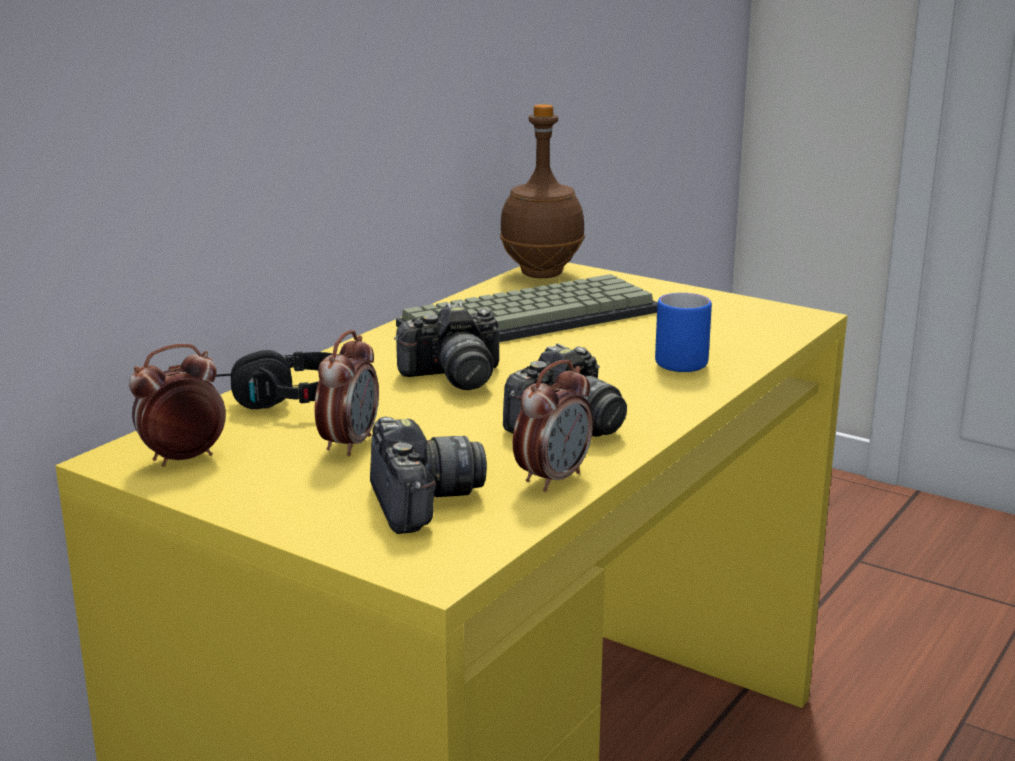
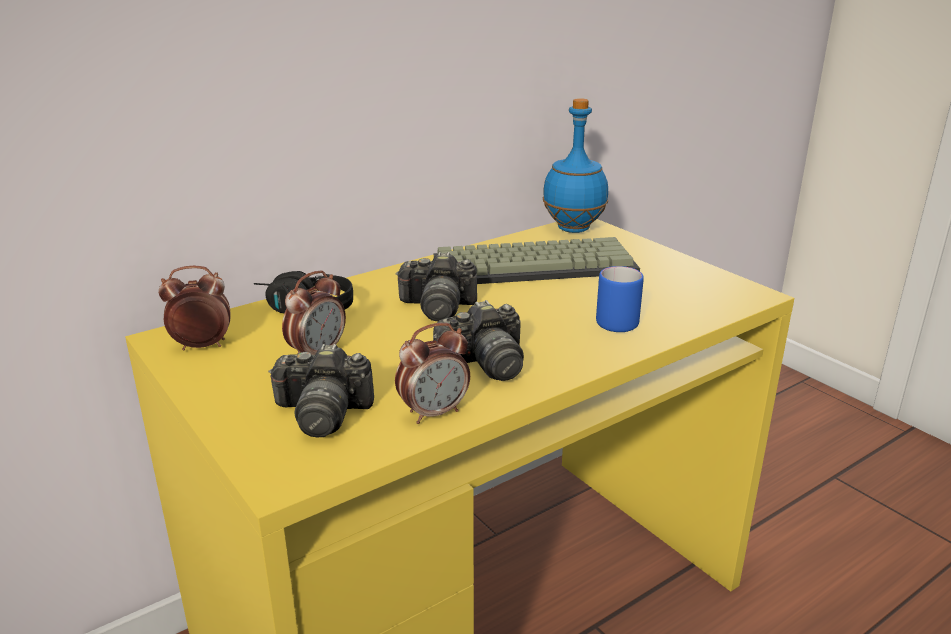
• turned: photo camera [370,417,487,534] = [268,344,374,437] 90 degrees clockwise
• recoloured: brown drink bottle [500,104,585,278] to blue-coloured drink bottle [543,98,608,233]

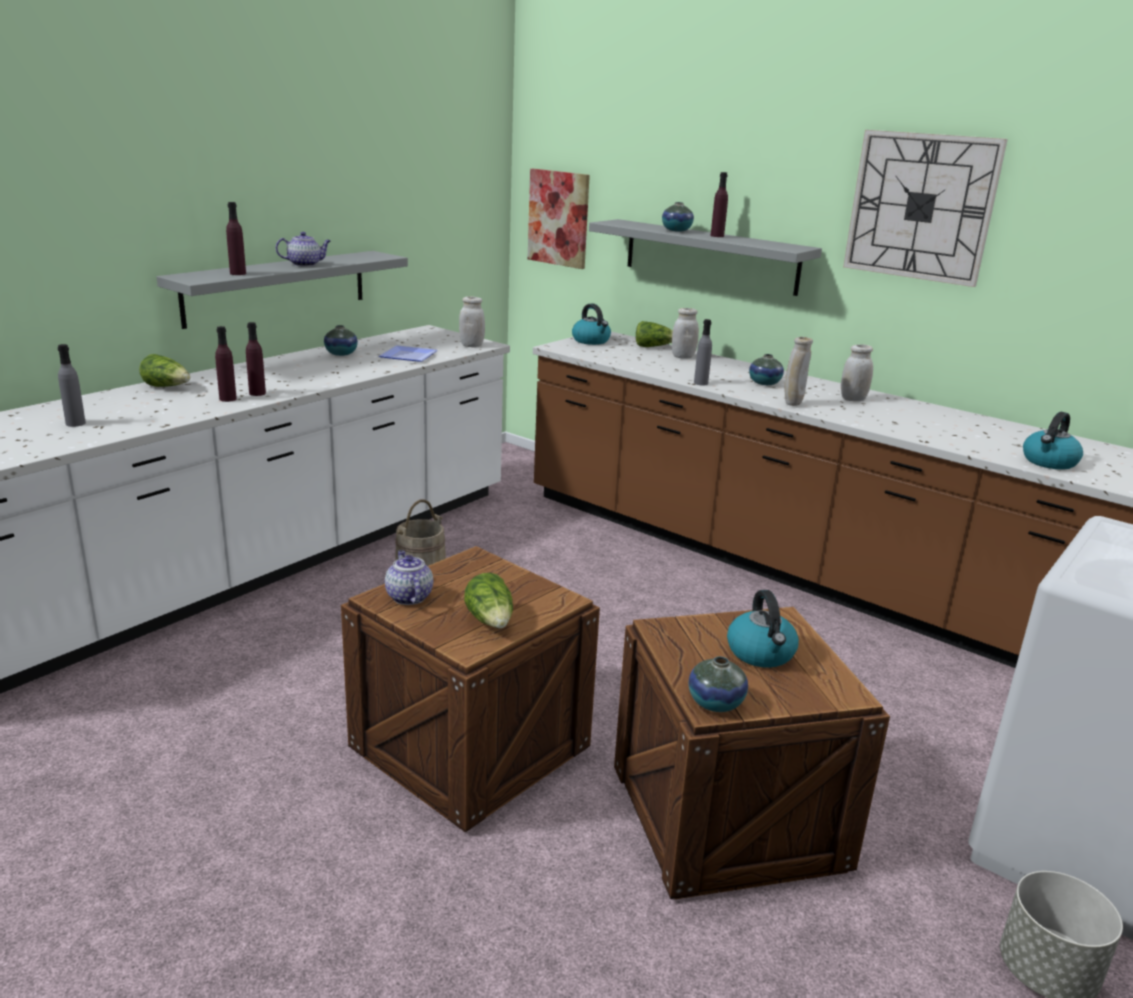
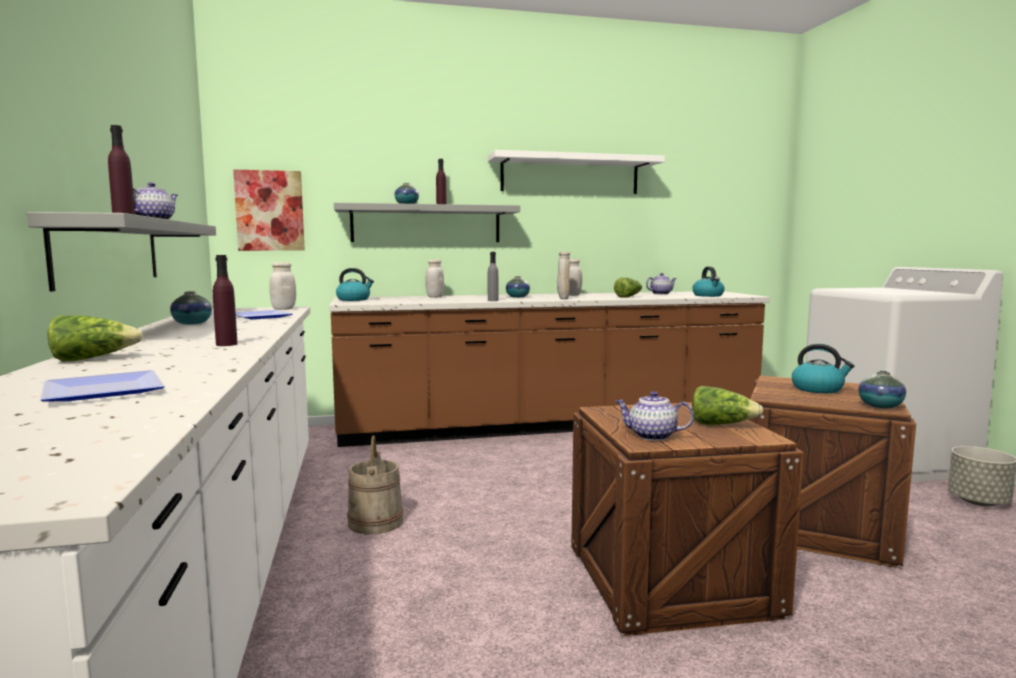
• replaced: greyish drink bottle [58,344,86,427] to flat dish [40,370,165,401]
• replaced: clock on the wall [843,130,1008,287] to whitish wall shelf [488,150,665,194]
• moved: head of lettuce [636,321,673,347] to [614,278,642,298]
• added: tea pot [646,273,677,295]
• removed: purple-coloured drink bottle [215,326,237,402]

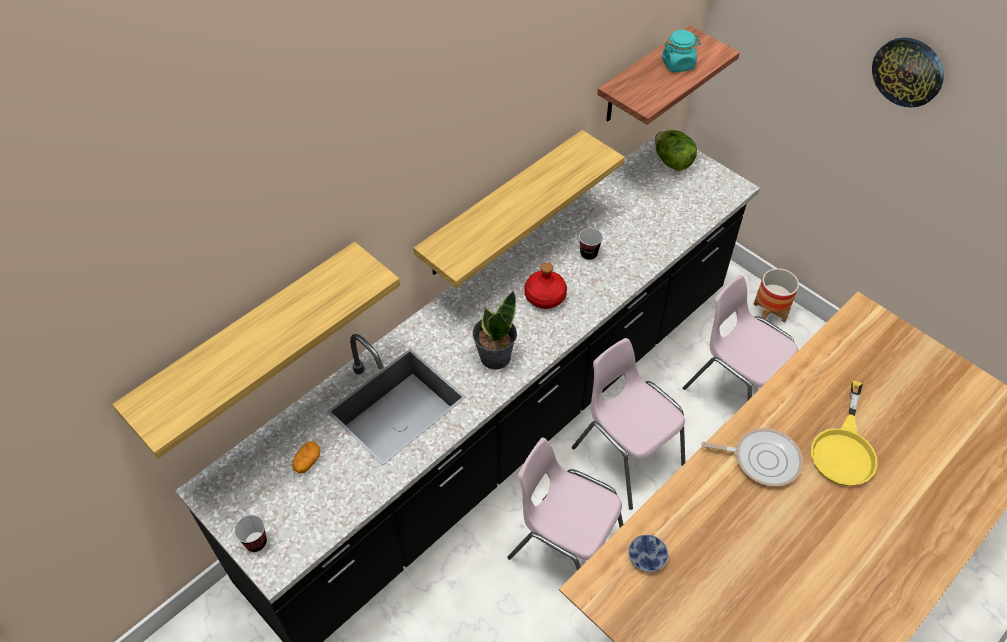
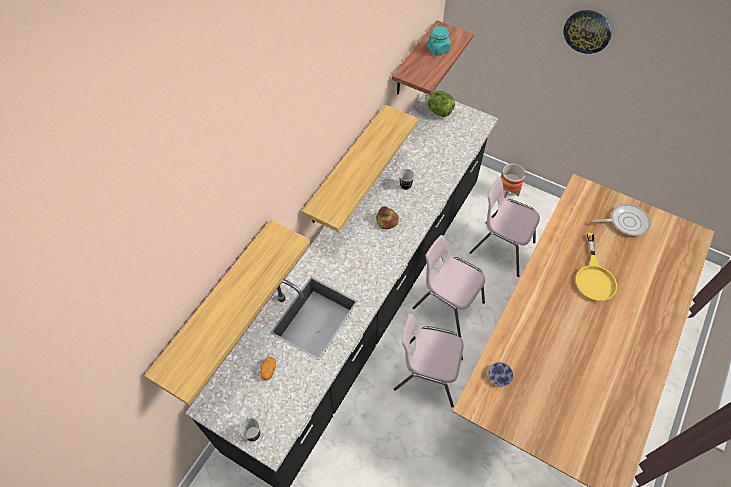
• replaced: reddish drink bottle [524,263,567,309] to bread [376,206,399,229]
• moved: skillet [701,428,803,486] to [592,204,651,236]
• removed: potted plant [472,291,517,370]

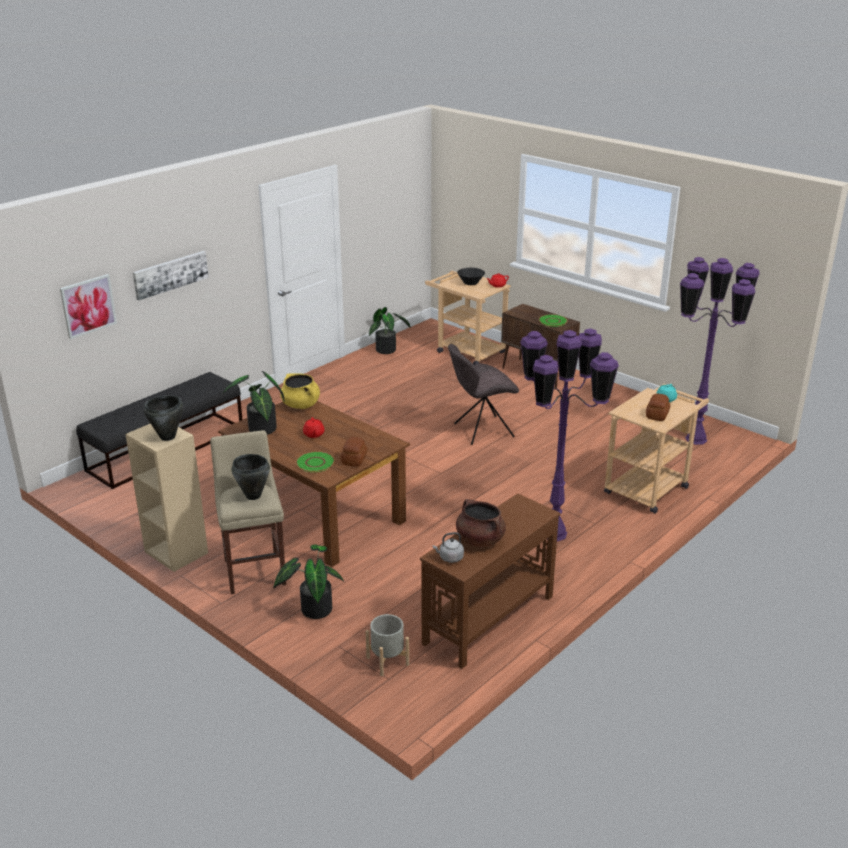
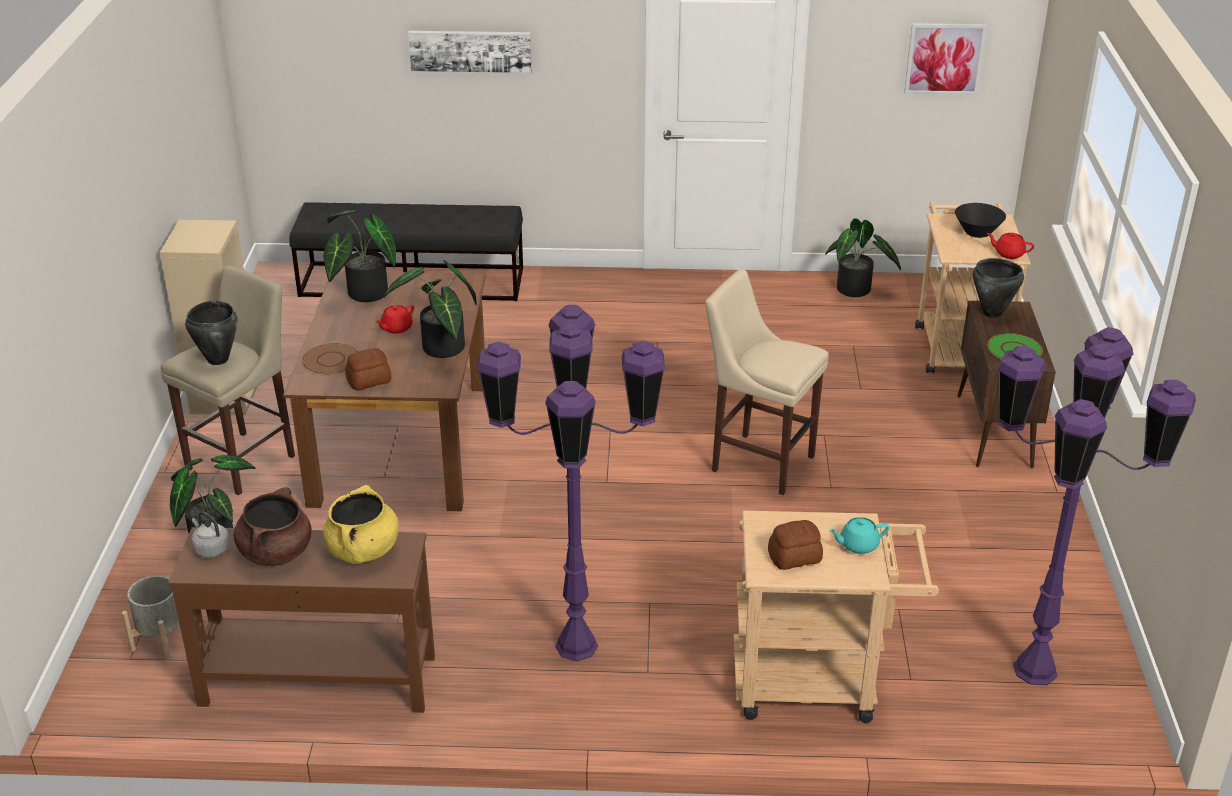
• recoloured: green flat dish [296,451,335,472] to brown flat dish [302,343,358,374]
• moved: yellowish saucepot [280,373,320,409] to [323,485,399,564]
• added: potted plant [384,260,477,358]
• replaced: greyish plain chair [448,344,519,445] to sand-coloured stool [705,269,829,495]
• moved: wall art [60,274,117,339] to [904,23,987,95]
• moved: black-coloured saucepot [144,396,183,441] to [973,258,1024,318]

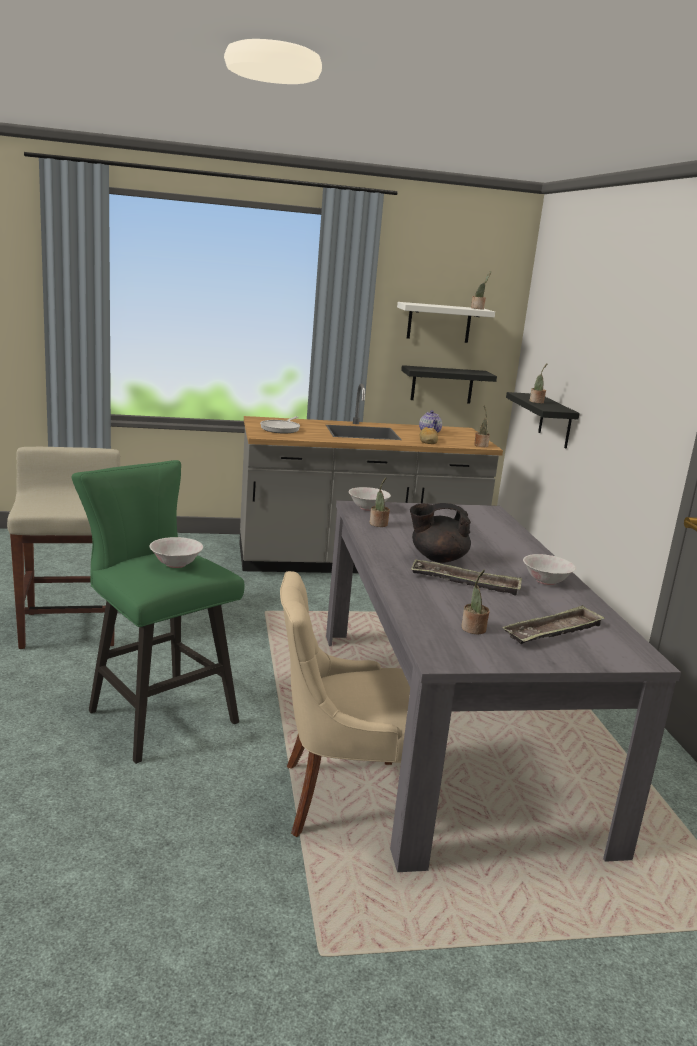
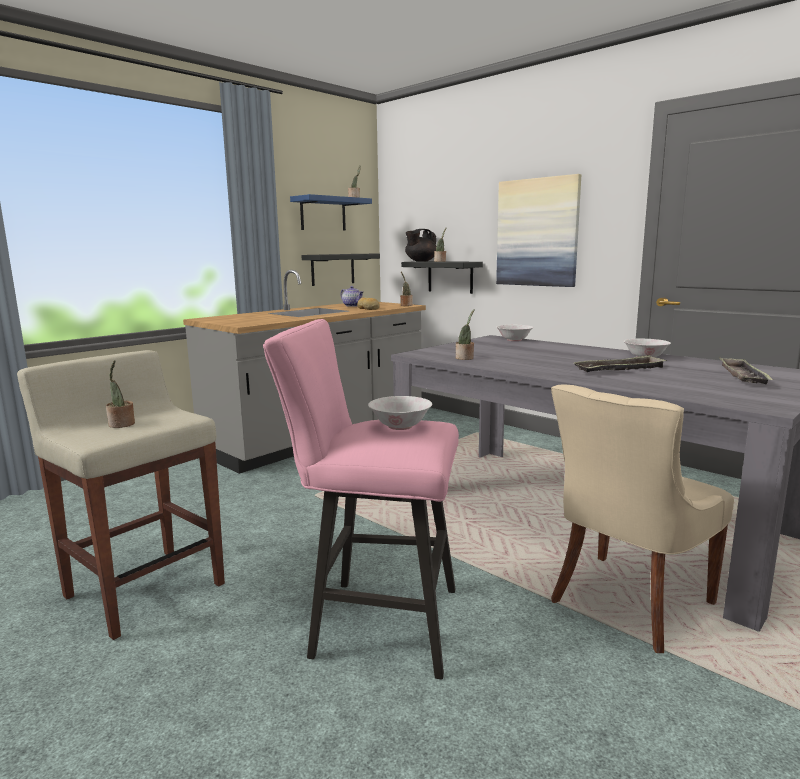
• moved: potted plant [461,570,490,634] to [106,360,135,428]
• recoloured: green stool [72,460,245,764] to pink stool [263,319,459,679]
• recoloured: whitish wall shelf [397,302,495,343] to blue-coloured wall shelf [290,194,372,231]
• moved: black-coloured tea pot [410,503,471,563] to [405,229,436,261]
• added: wall art [496,174,581,287]
• moved: whitish deep dish [348,487,391,511] to [497,325,533,341]
• removed: skillet [260,416,300,433]

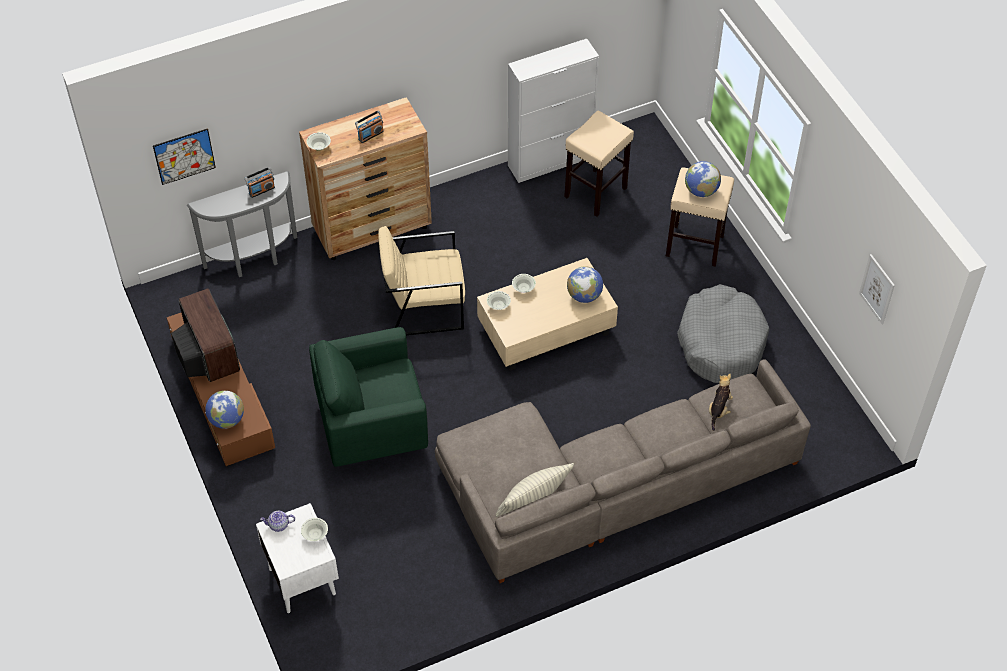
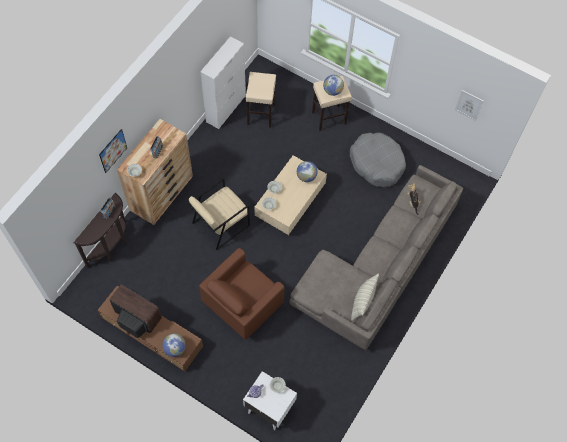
• recoloured: greyish console table [186,171,297,277] to brown console table [74,193,126,268]
• moved: wall art [153,128,216,185] to [99,129,127,173]
• recoloured: green lounge chair [309,327,428,467] to brown lounge chair [199,248,284,340]

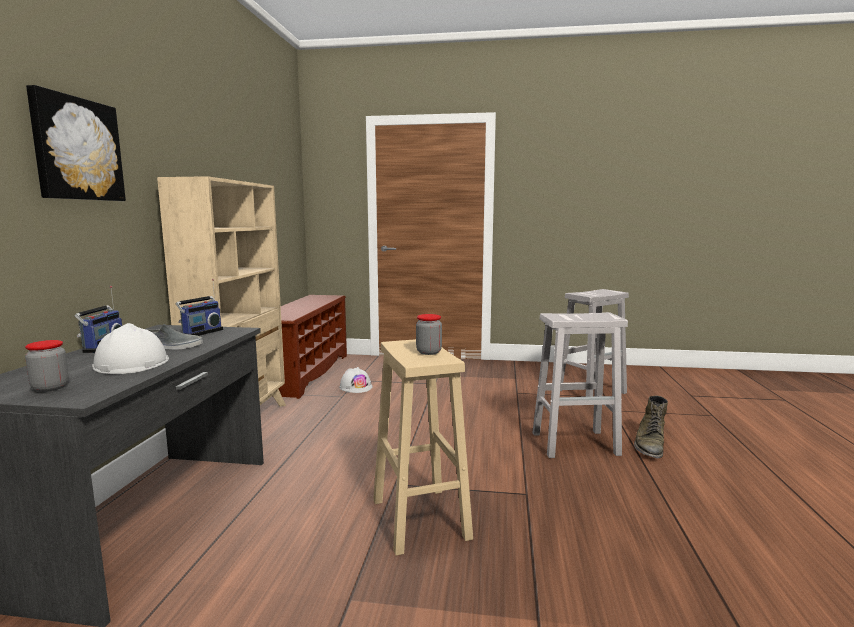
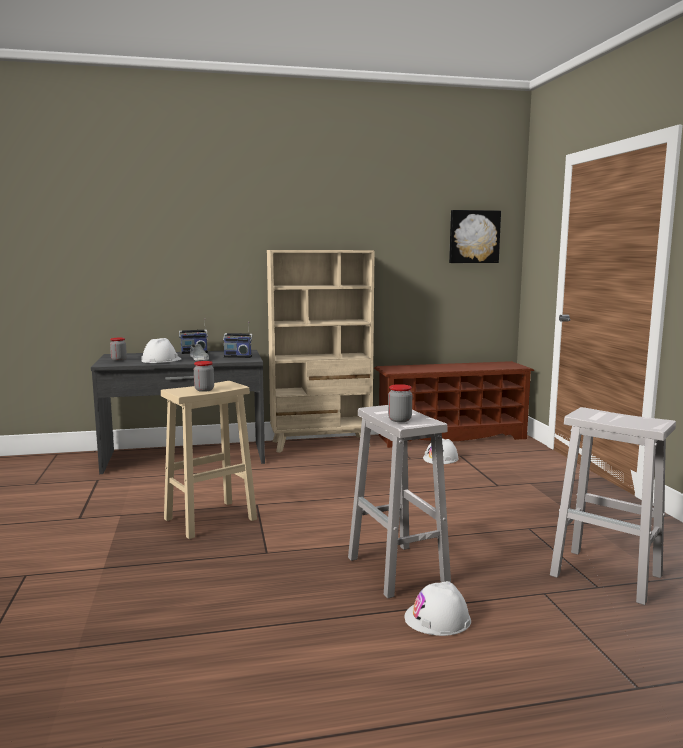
• added: jar [388,384,412,422]
• replaced: green tall boot [634,396,668,459] to whitish hard hat [404,581,471,636]
• moved: wall art [26,85,126,201] to [449,210,501,263]

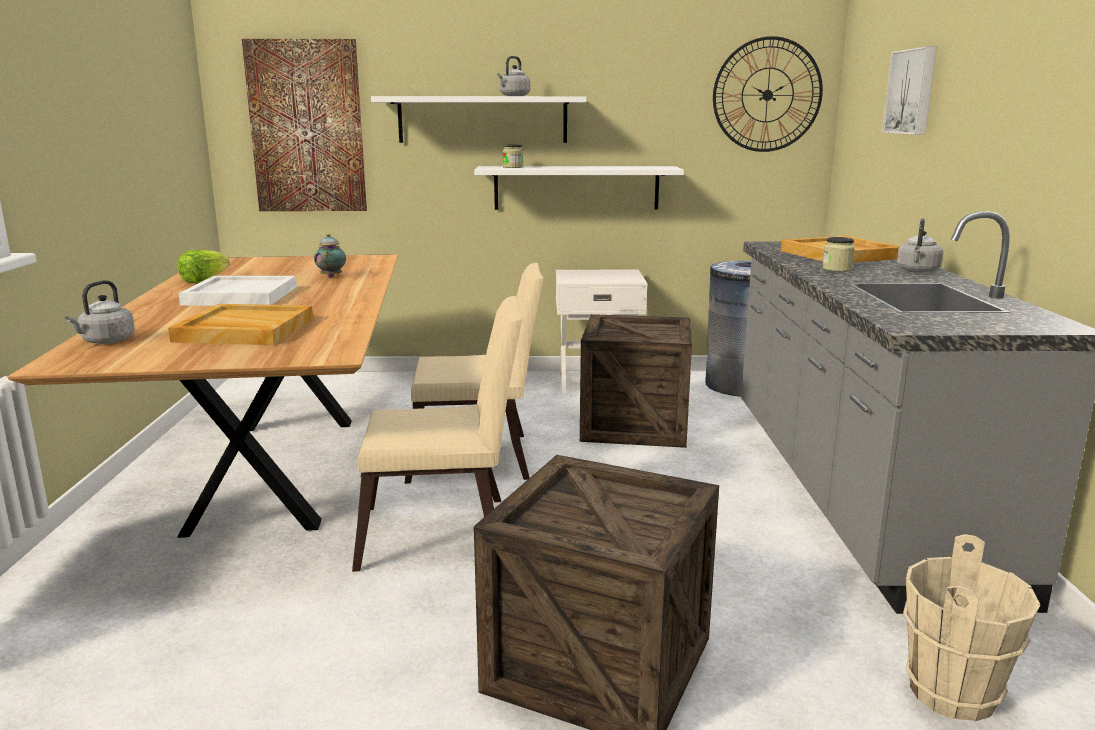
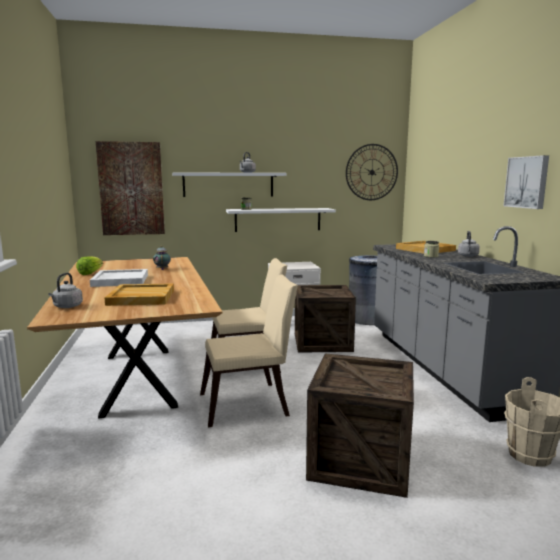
• moved: wall art [882,46,937,135] to [504,155,549,209]

